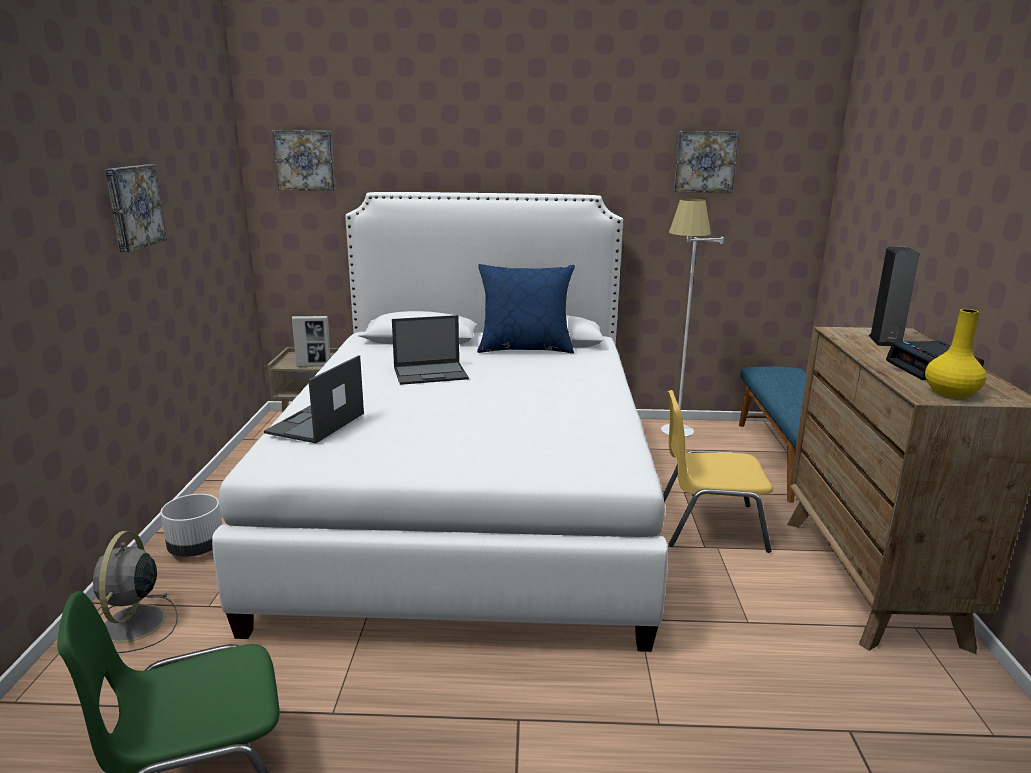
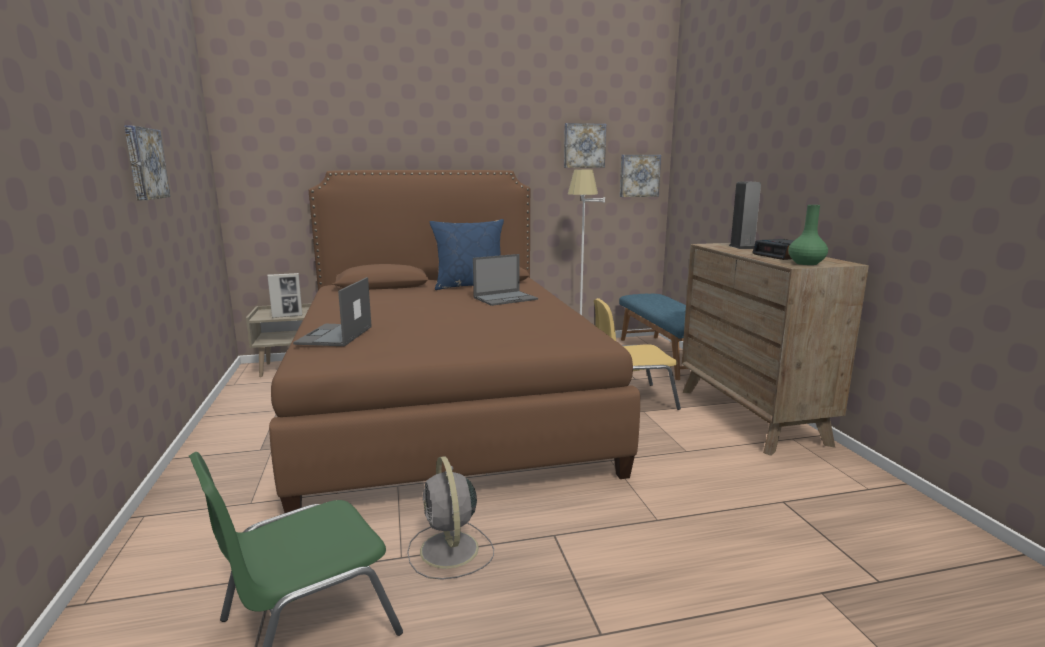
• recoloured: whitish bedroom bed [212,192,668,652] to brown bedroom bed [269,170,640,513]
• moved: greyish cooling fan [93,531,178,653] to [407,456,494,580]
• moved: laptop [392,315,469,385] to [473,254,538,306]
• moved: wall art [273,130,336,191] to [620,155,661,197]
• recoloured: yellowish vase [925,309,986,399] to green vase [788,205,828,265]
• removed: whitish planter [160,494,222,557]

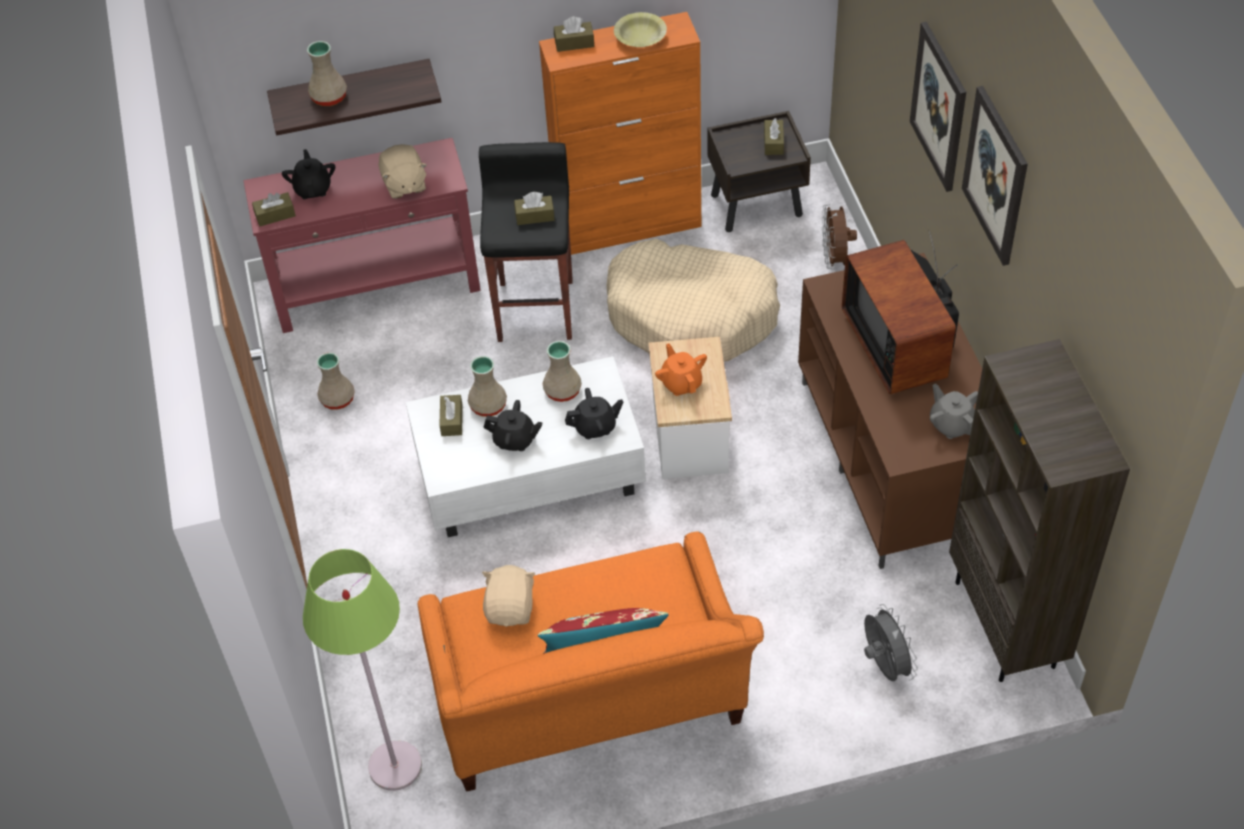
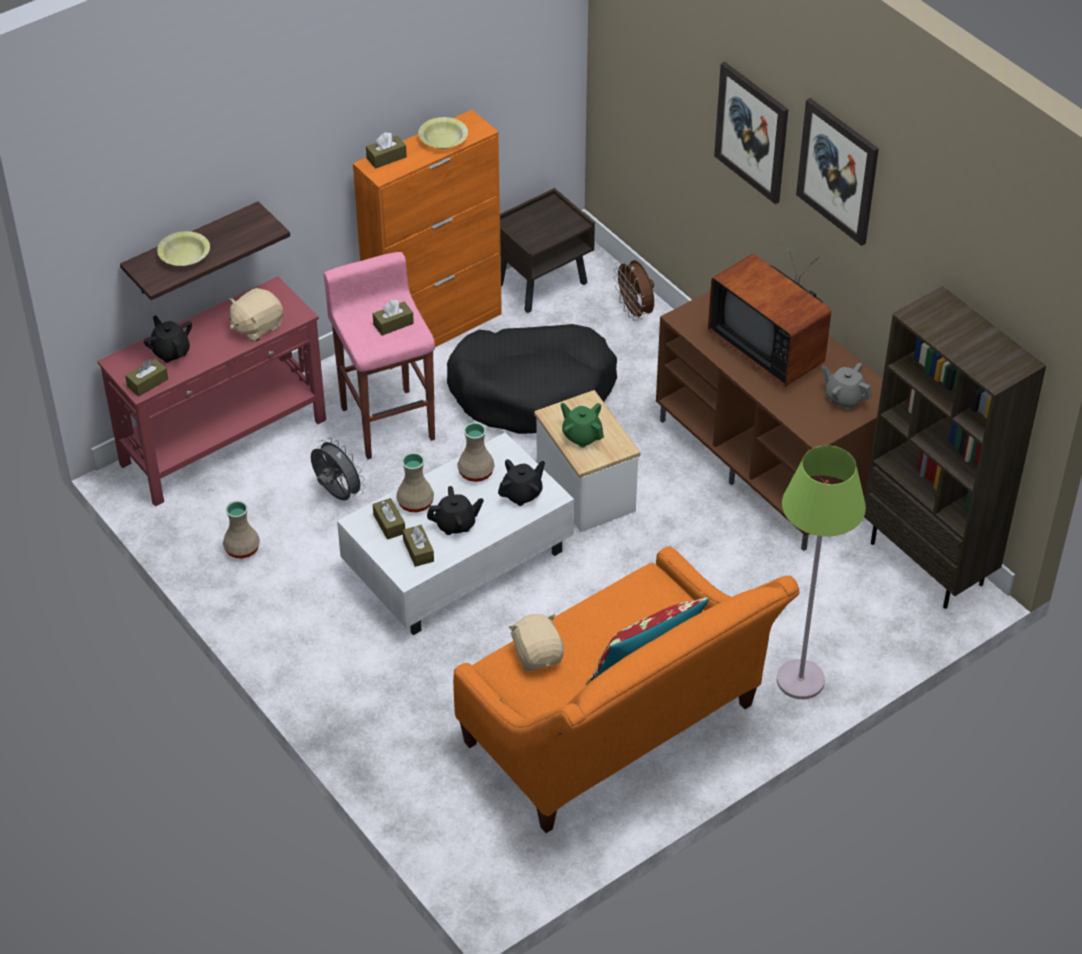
• replaced: sand-coloured vase [307,41,347,106] to yellowish deep dish [157,231,210,266]
• turned: sand-coloured plush toy [379,144,427,199] = [229,288,283,342] 90 degrees clockwise
• moved: greyish cooling fan [864,604,918,681] to [311,437,366,501]
• recoloured: black-coloured stool [479,142,573,342] to pink stool [323,252,435,459]
• moved: brown box of tissues [764,118,784,155] to [403,525,434,567]
• recoloured: sand-coloured dog bed [606,239,780,362] to black-coloured dog bed [447,324,617,434]
• recoloured: orangey tea pot [655,343,707,396] to green tea pot [560,402,604,448]
• moved: green floor lamp [303,549,422,791] to [777,445,866,699]

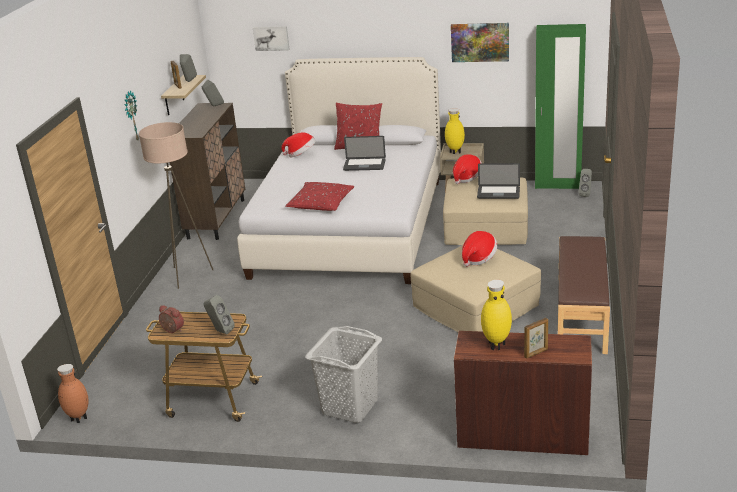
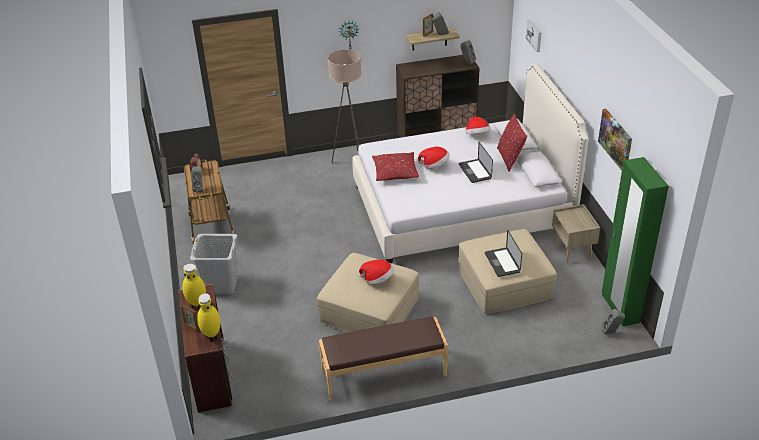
• moved: yellowish vase [445,108,465,154] to [197,293,221,342]
• moved: hat [453,154,482,184] to [418,147,450,169]
• removed: brown vase [57,364,89,423]

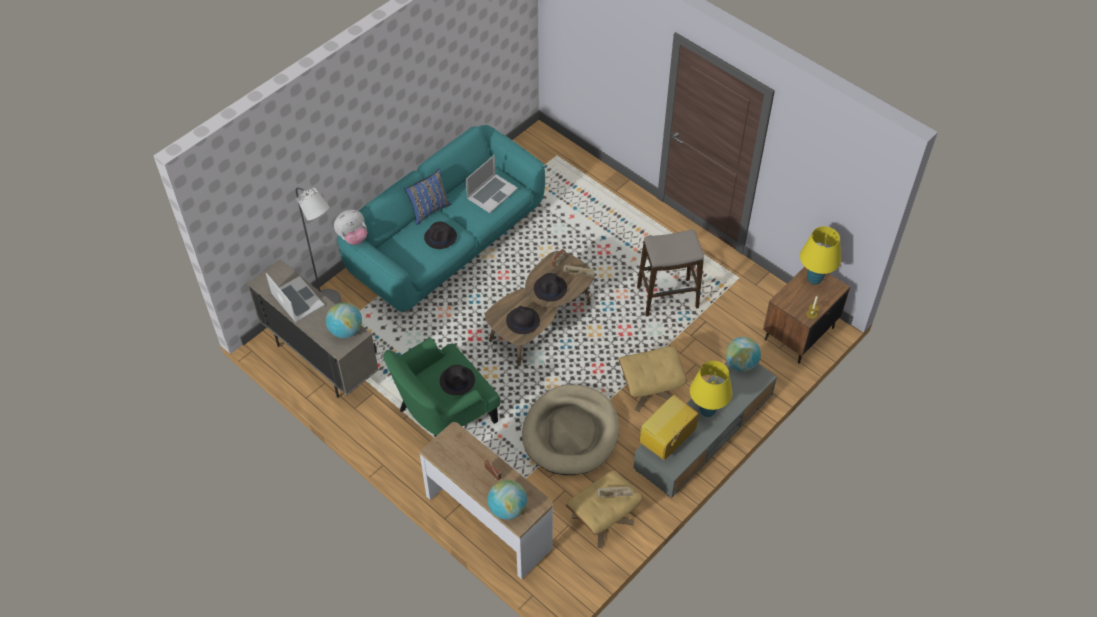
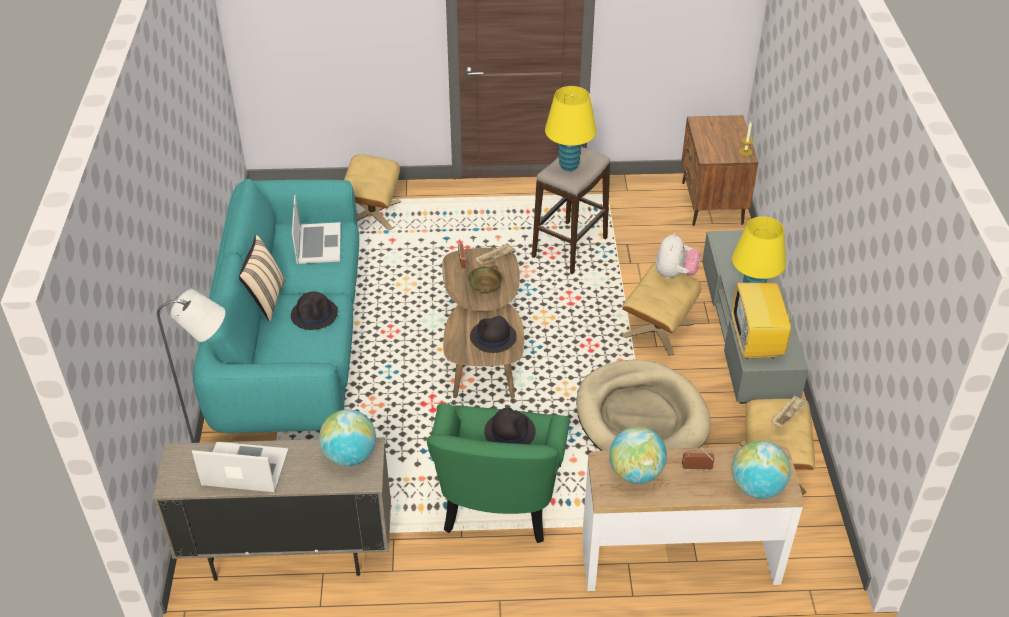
• recoloured: blue-coloured pillow [404,169,452,225] to sand-coloured pillow [239,235,286,322]
• added: sand-coloured ottoman [344,154,401,230]
• replaced: black-coloured hat [534,273,567,302] to sand-coloured deep dish [468,266,503,294]
• moved: yellowish lamp for a table [800,226,841,285] to [545,86,596,171]
• moved: desk globe [726,337,761,372] to [609,426,667,484]
• moved: plush toy [334,210,367,245] to [655,233,700,279]

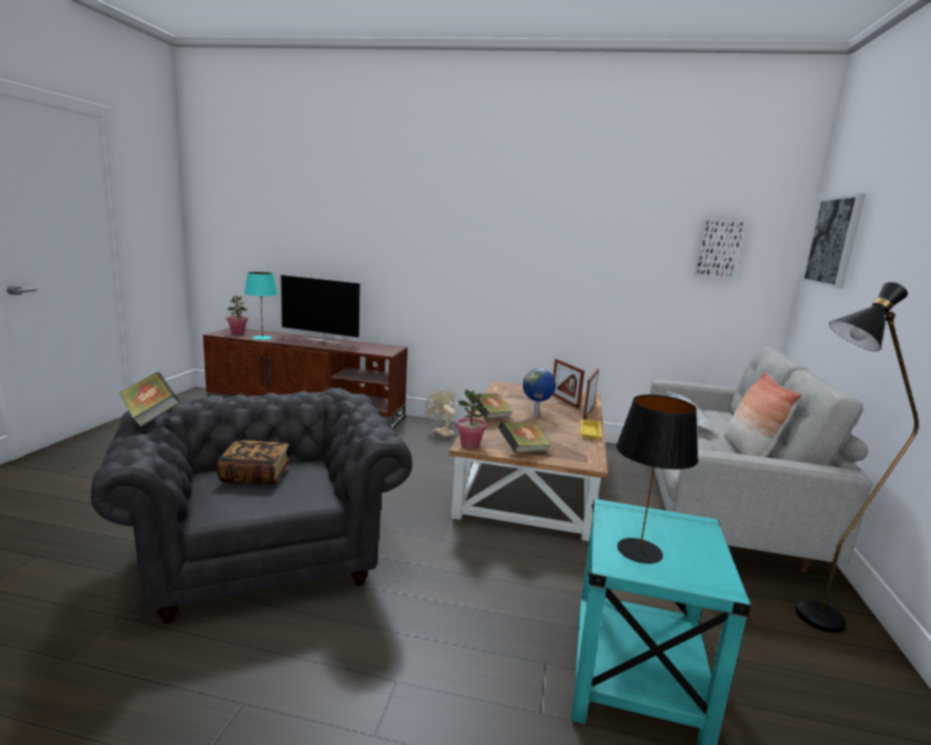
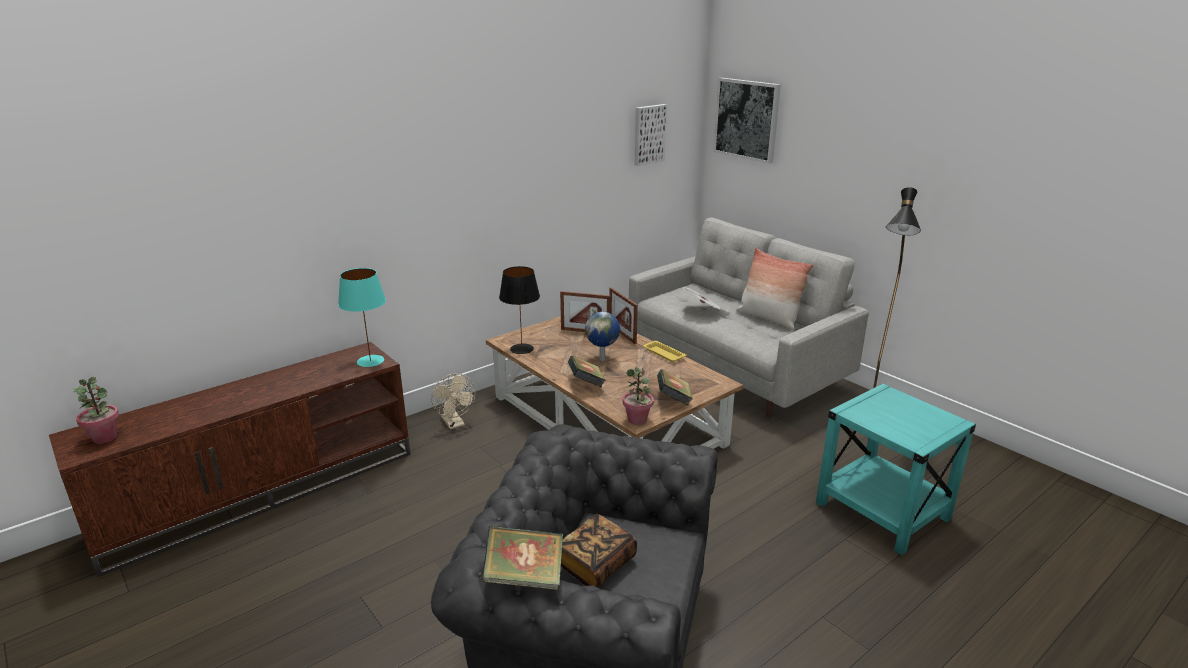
• moved: blue-green lamp for a table [244,272,278,340] to [338,268,386,367]
• turned: sand-coloured cooling fan [425,388,456,437] = [431,373,475,429] 120 degrees counterclockwise
• moved: black-coloured lamp for a table [616,395,698,564] to [499,266,540,354]
• removed: TV set [280,274,362,344]

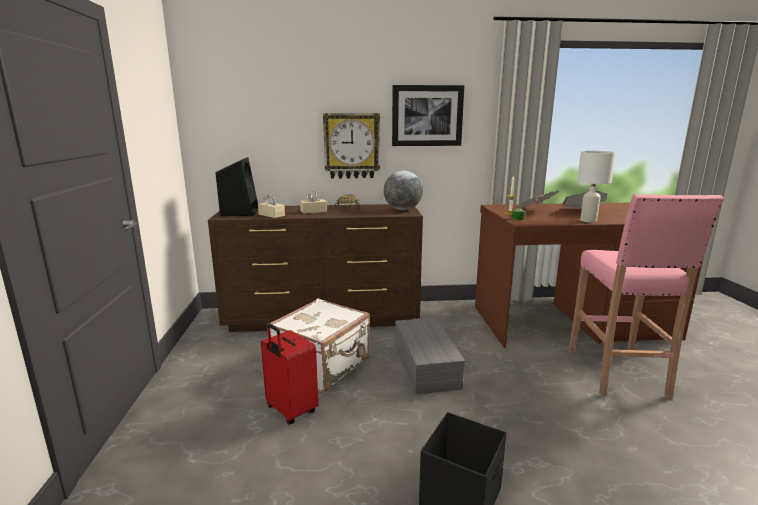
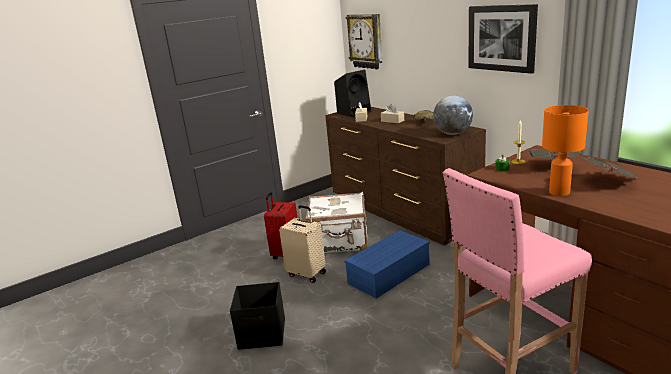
• added: sand-coloured piece of luggage [279,205,326,283]
• recoloured: greyish storage container [395,318,465,395] to blue-coloured storage container [345,230,430,298]
• moved: clock on the wall [323,113,380,179] to [346,14,382,69]
• recoloured: whitish lamp for a table [577,151,616,223] to orangey lamp for a table [542,105,589,196]

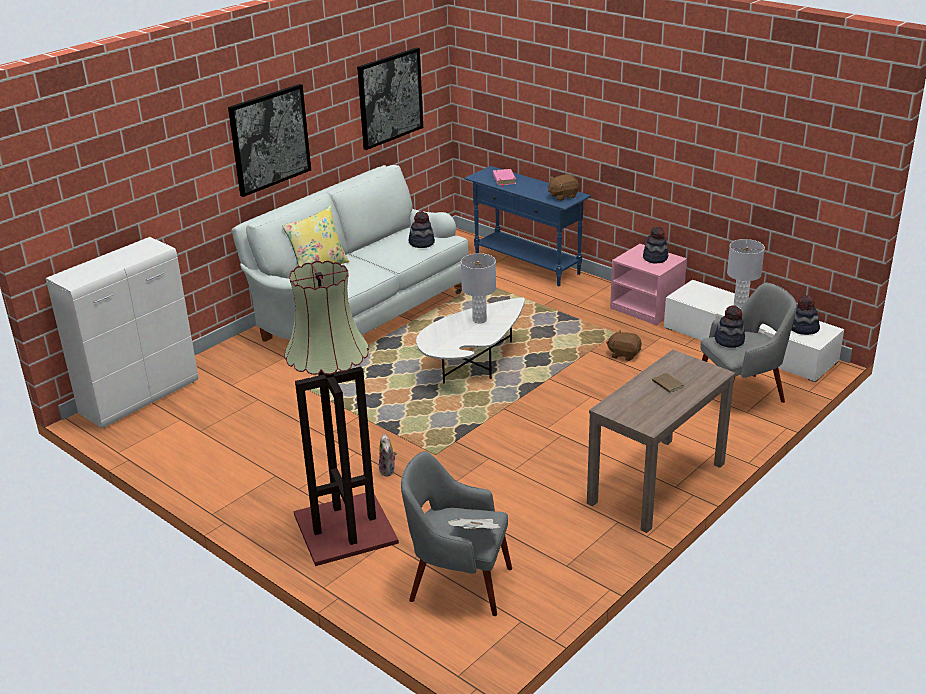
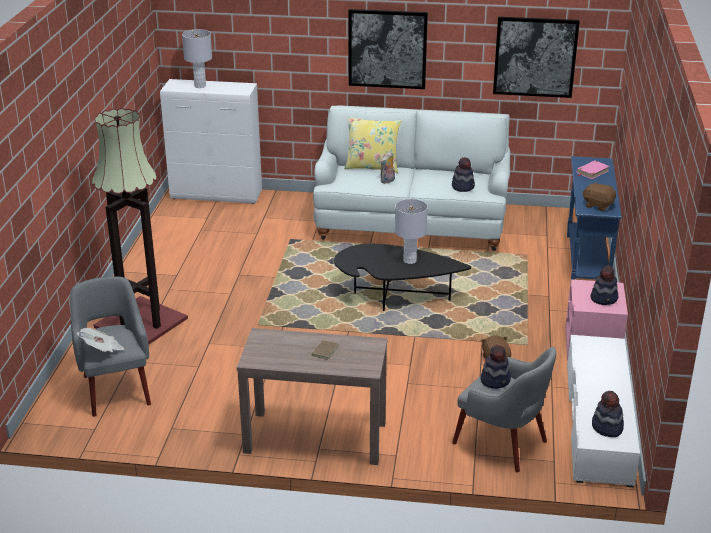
• moved: greyish lamp for a table [727,239,765,308] to [182,29,212,88]
• recoloured: whitish low table [416,297,525,383] to black-coloured low table [334,244,471,311]
• moved: plush toy [379,434,397,476] to [380,152,395,184]

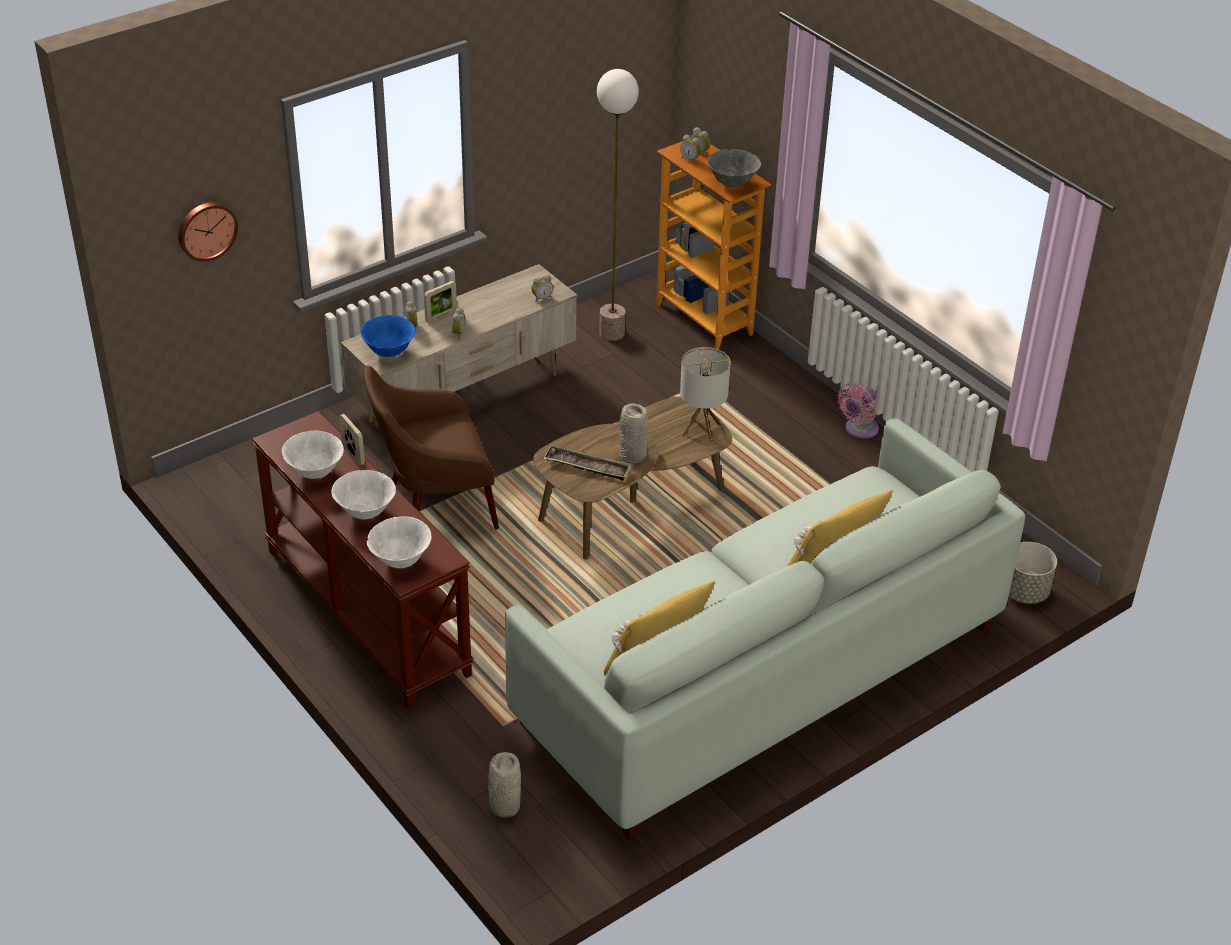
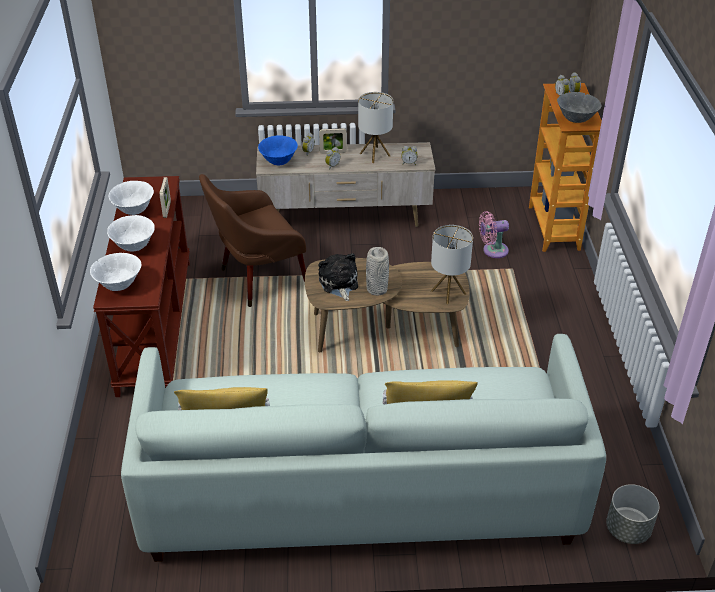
• turned: brown lounge chair [363,366,499,530] = [199,174,306,307] 45 degrees counterclockwise
• replaced: carrying tray [543,445,631,481] to plush toy [319,253,358,301]
• added: lamp for a table [358,92,393,163]
• moved: pink cooling fan [838,383,879,439] to [479,211,509,258]
• removed: clock on the wall [178,202,238,262]
• removed: greyish vase [488,752,521,818]
• removed: floor lamp [597,69,639,341]

